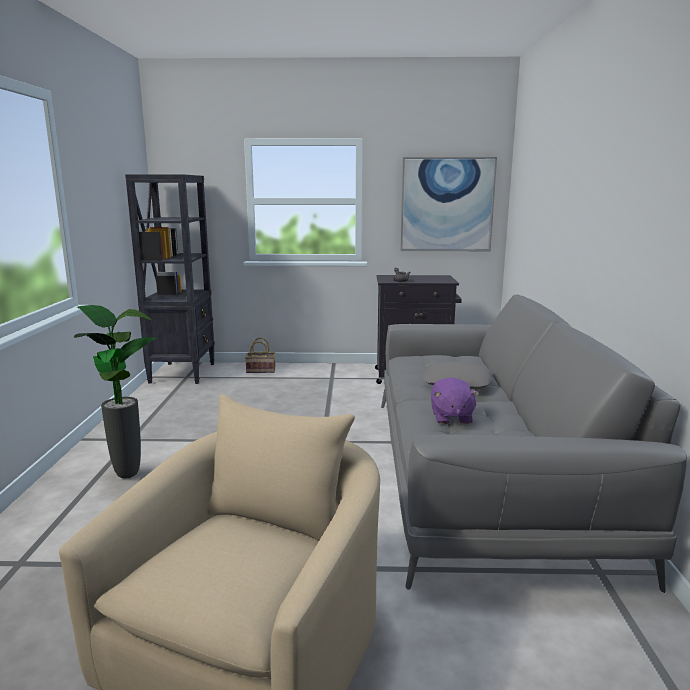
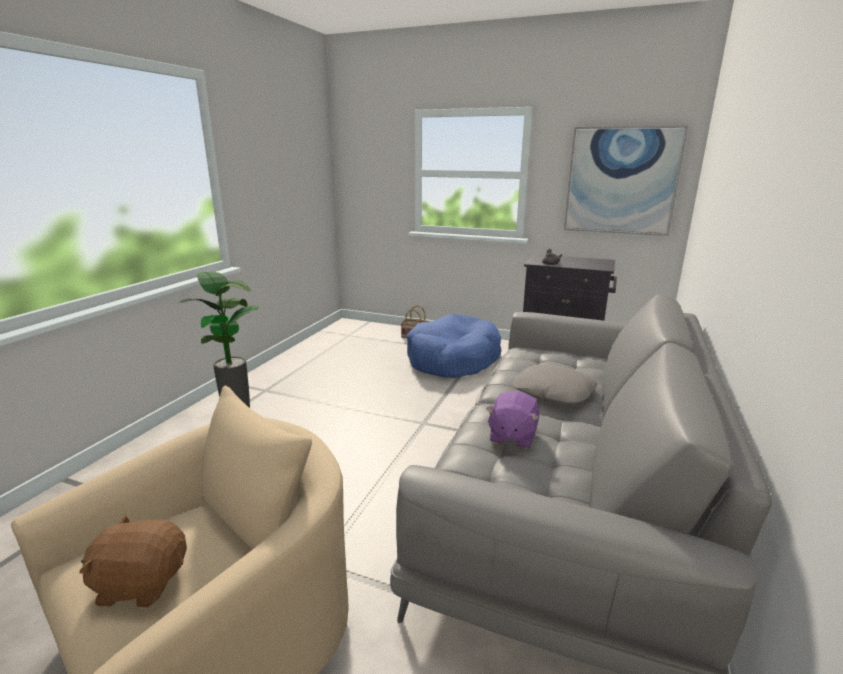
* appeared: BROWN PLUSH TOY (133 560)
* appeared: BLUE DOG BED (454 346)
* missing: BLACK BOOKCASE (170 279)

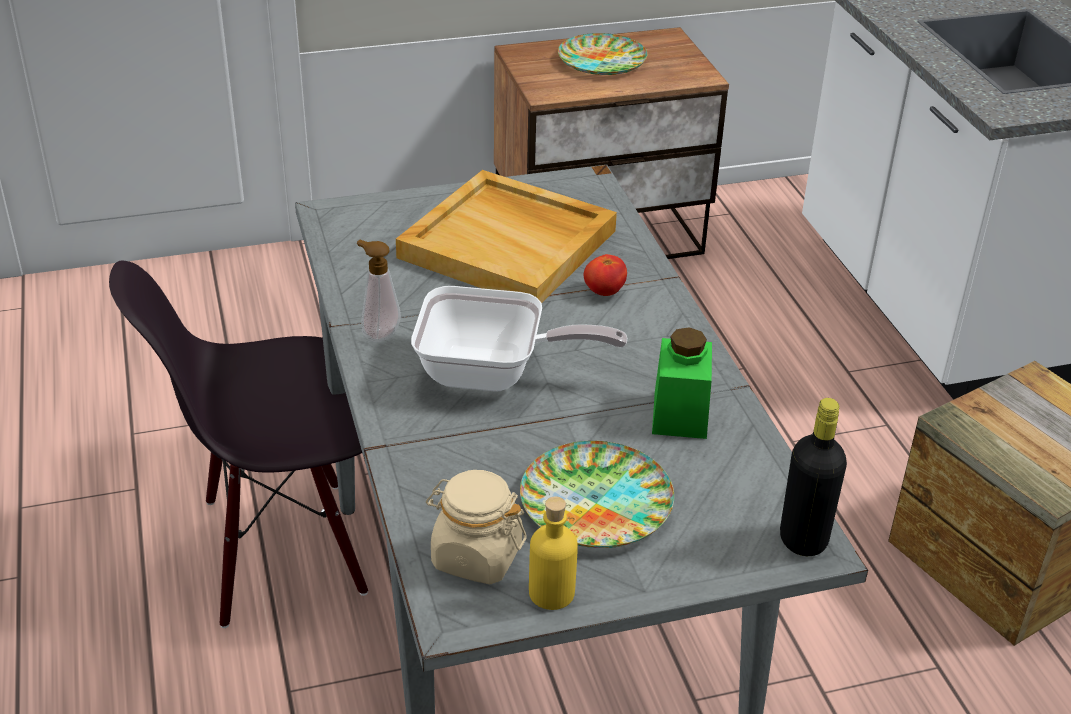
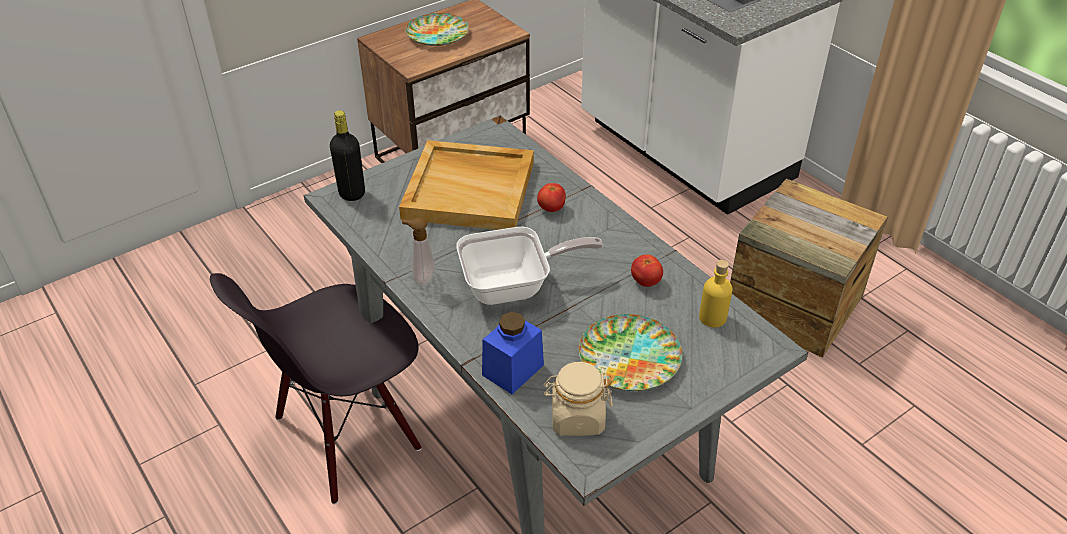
* relocated: BLACK BOTTLE (813 477) to (347 155)
* appeared: BLUE JAR (513 353)
* exchanged: GREEN JAR (682 383) to TOMATO (647 271)
* relocated: YELLOW BOTTLE (553 553) to (716 294)

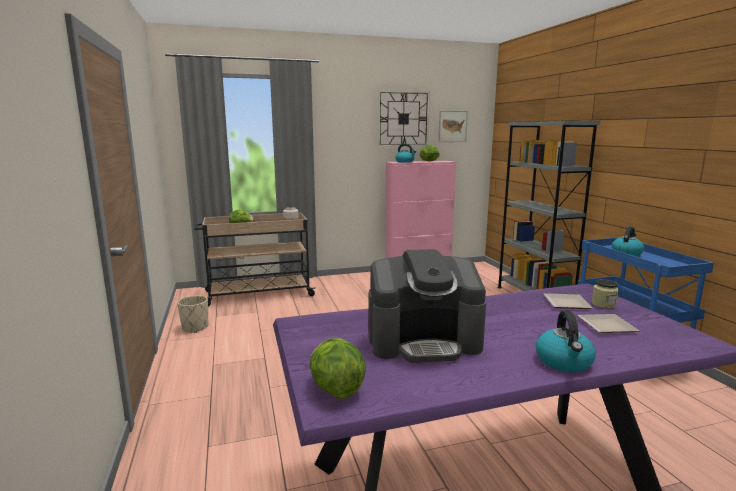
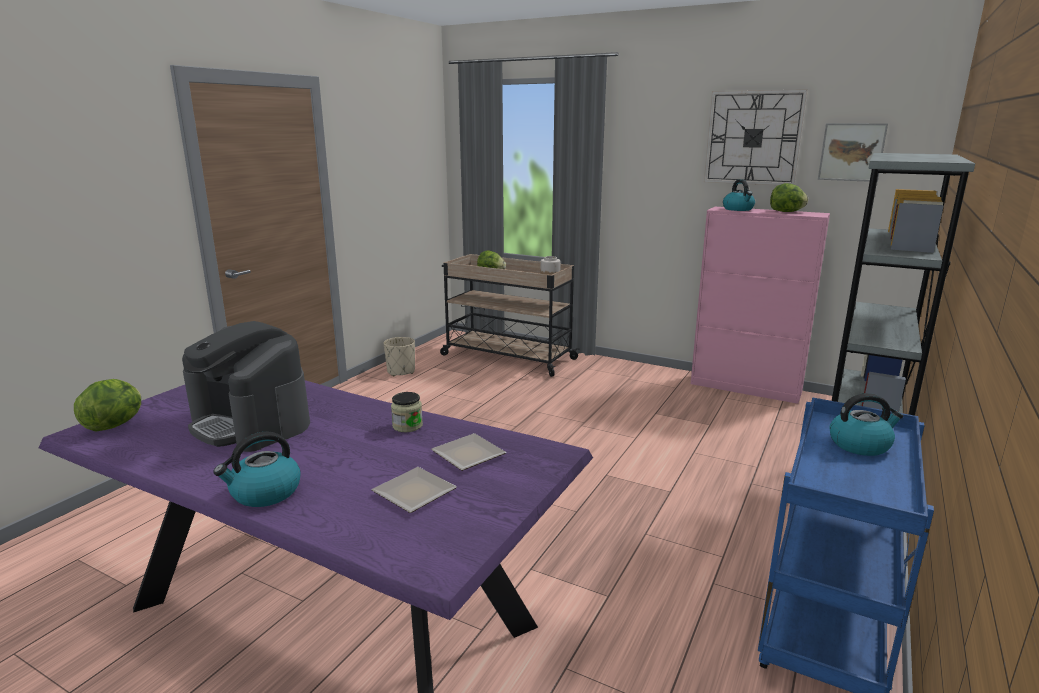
* relocated: JAR (605 294) to (407 412)

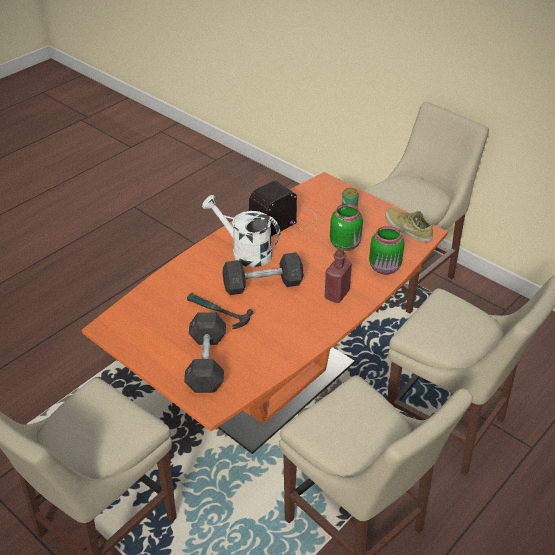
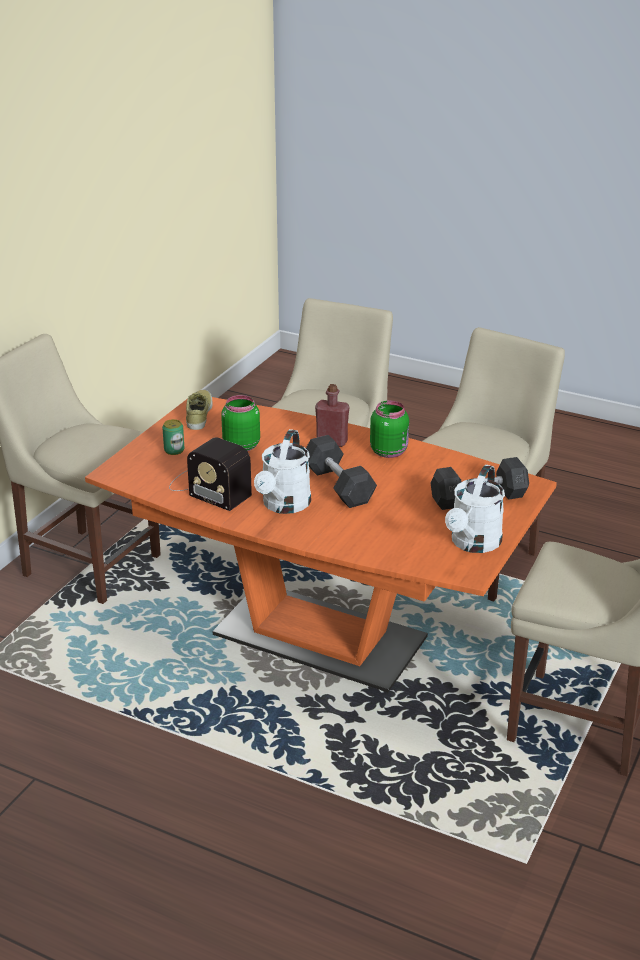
* spun: BEIGE SHOE (409 225) = (199 410) 150 degrees clockwise
* relocated: GREEN JAR (386 250) to (389 429)
* appeared: WHITE WATERING CAN (475 509)
* missing: HAMMER (220 311)

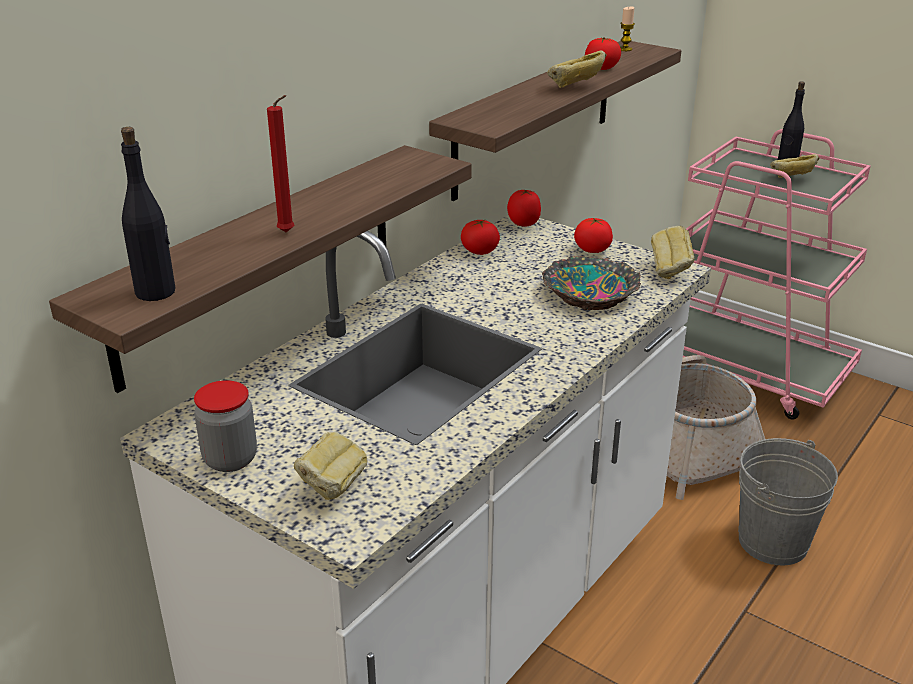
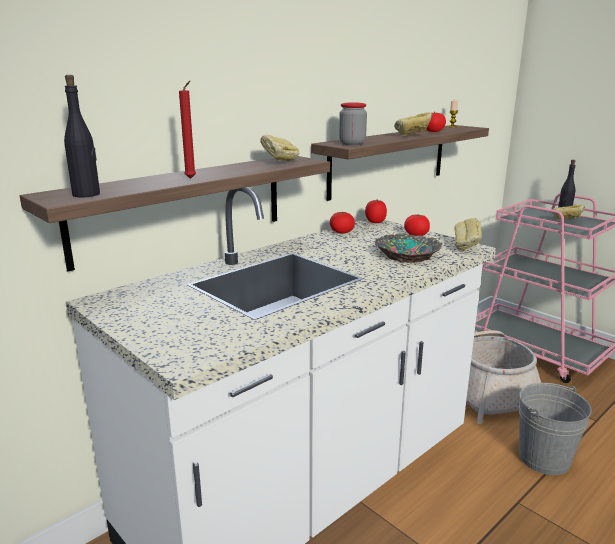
* relocated: BREAD (330 466) to (279 148)
* relocated: JAR (225 426) to (353 123)

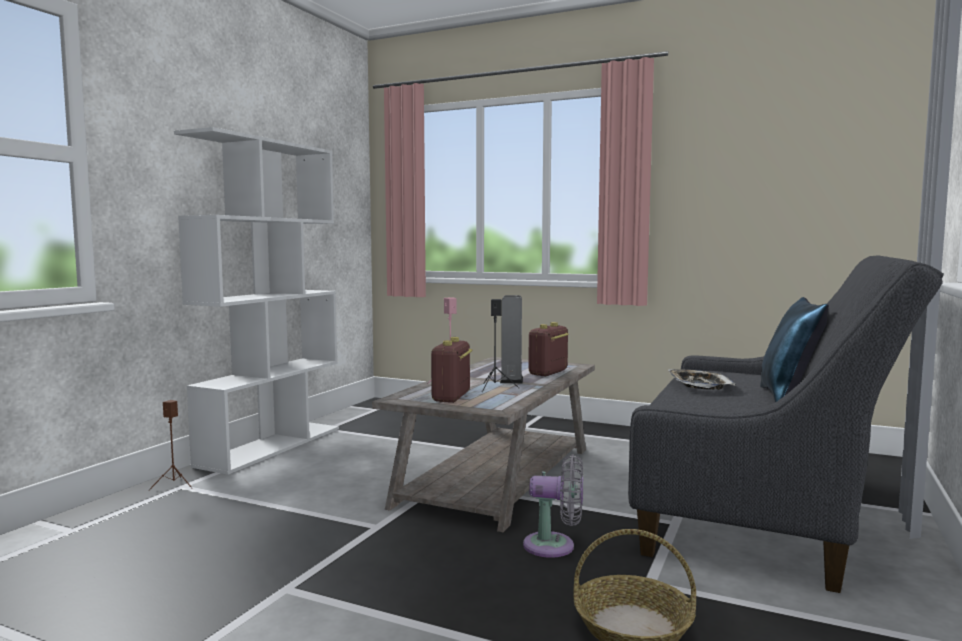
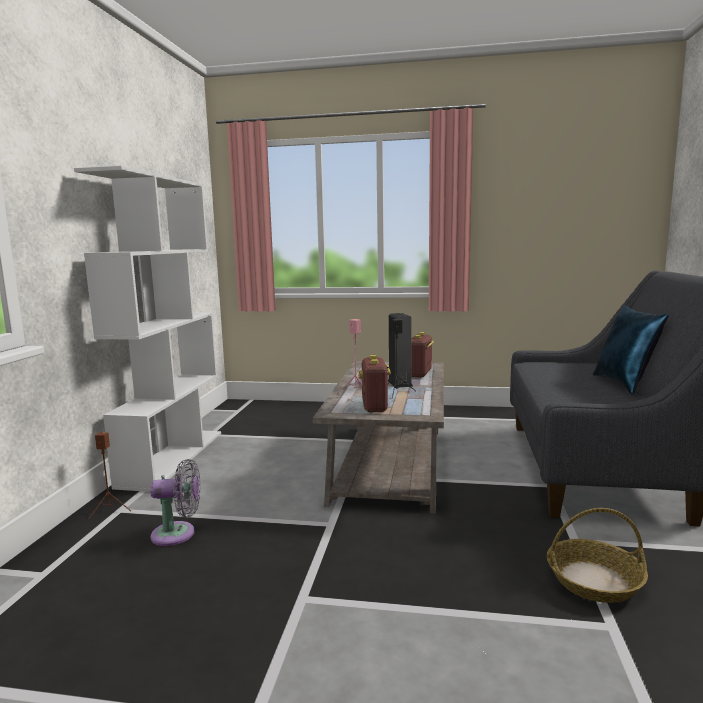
* relocated: GREY FAN (553 506) to (175 502)
* missing: TRAY (701 379)

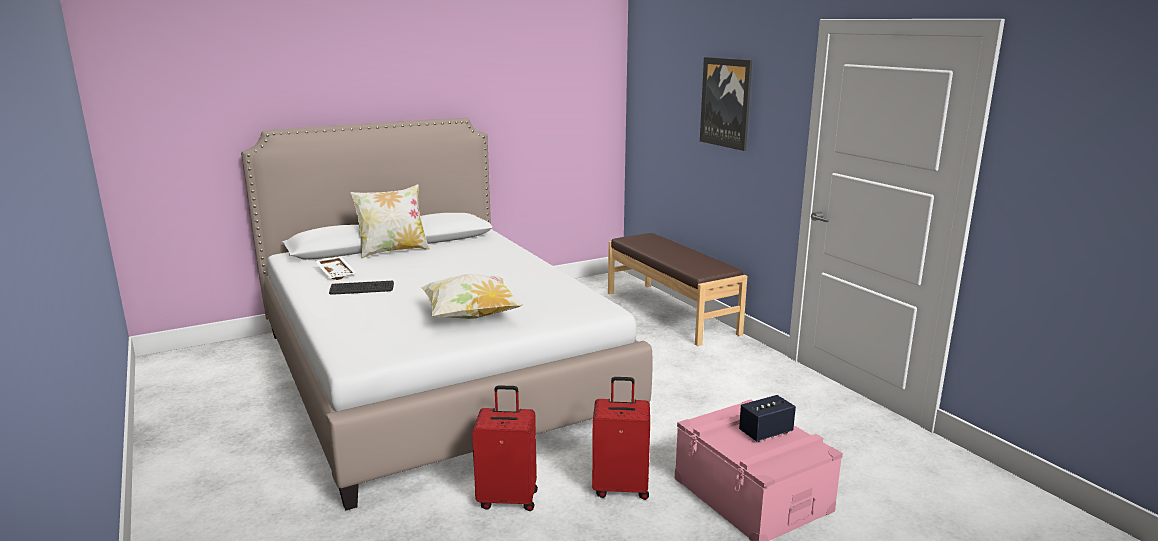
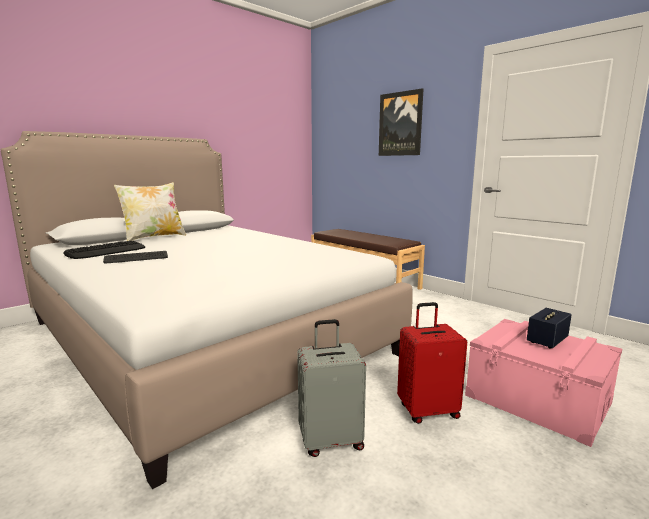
* exchanged: WHITE TRAY (336 268) to KEYBOARD (104 250)
* colour: RED SUITCASE (505 448) to GREY SUITCASE (331 388)
* missing: PILLOW (471 296)

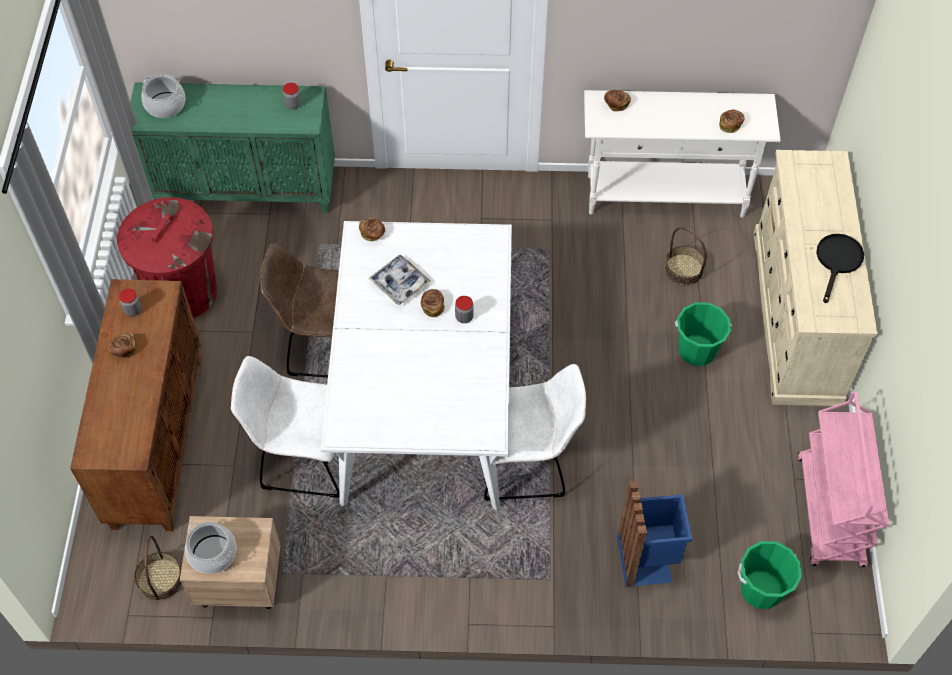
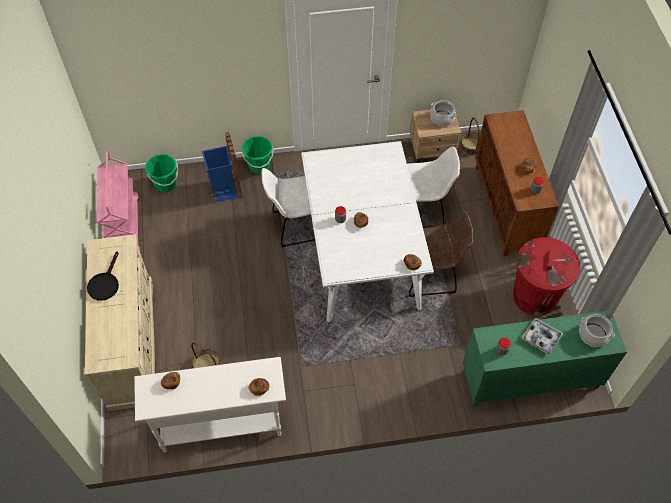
* relocated: GREEN BUCKET (703 334) to (258 155)
* relocated: TRAY (399 279) to (542 336)

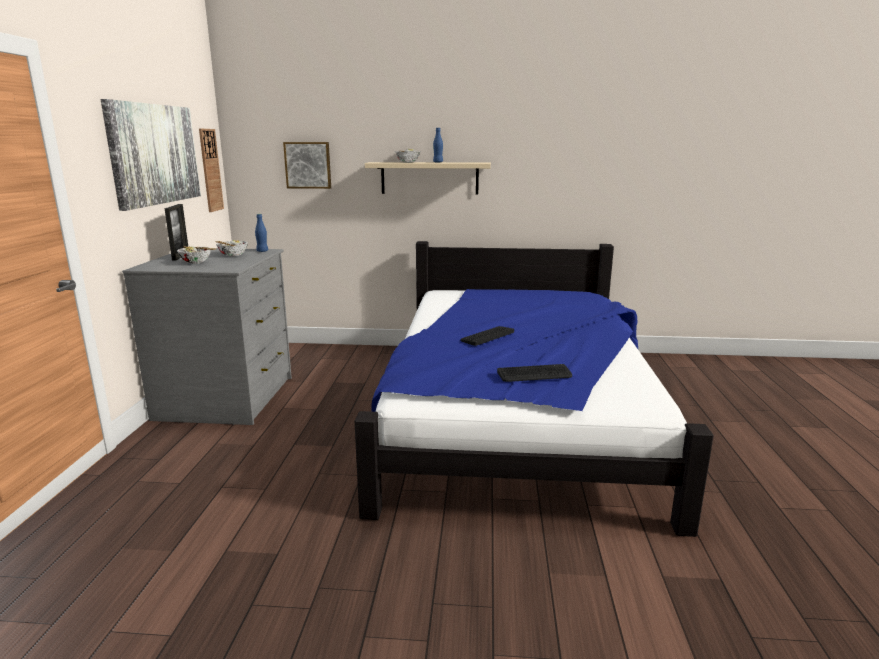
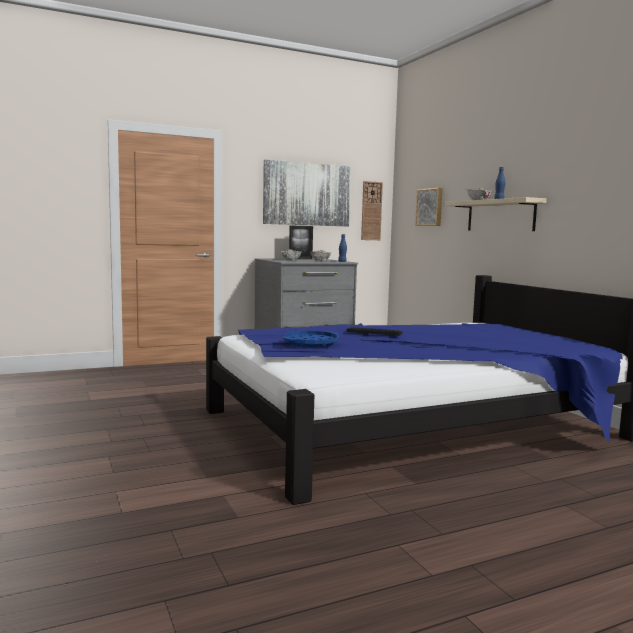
* exchanged: KEYBOARD (534 373) to BLUE TRAY (310 339)

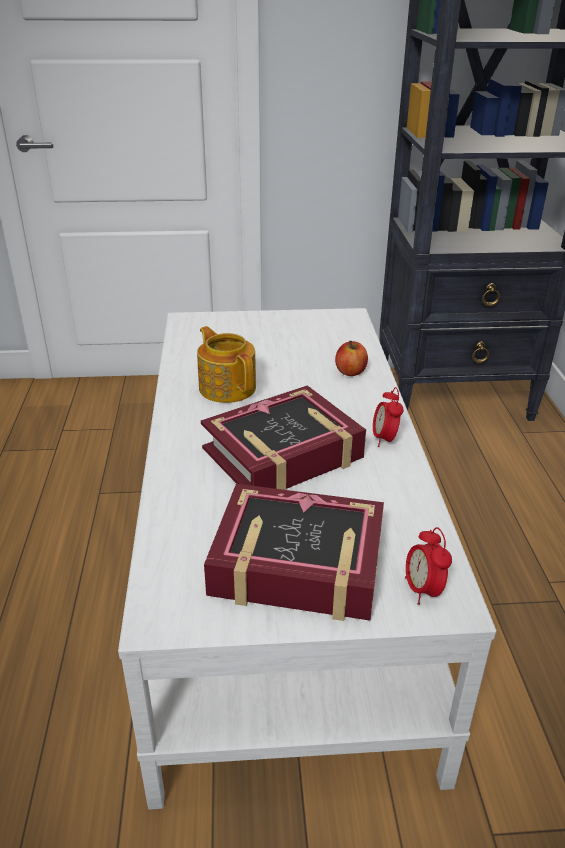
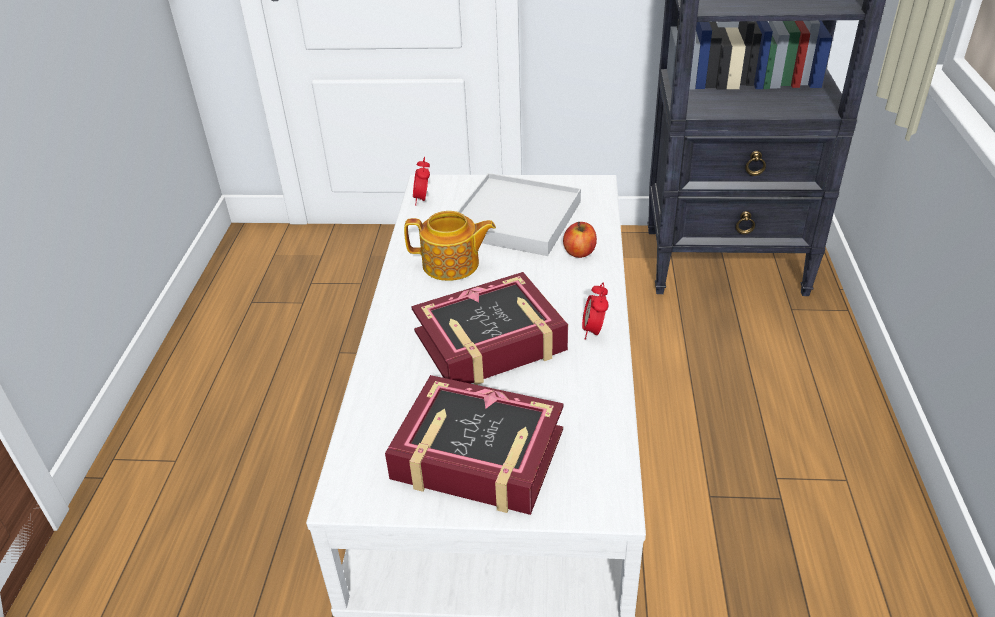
* spun: TEAPOT (226 364) = (450 246) 120 degrees clockwise
* relocated: ALARM CLOCK (428 566) to (421 181)
* appeared: WHITE TRAY (519 214)

